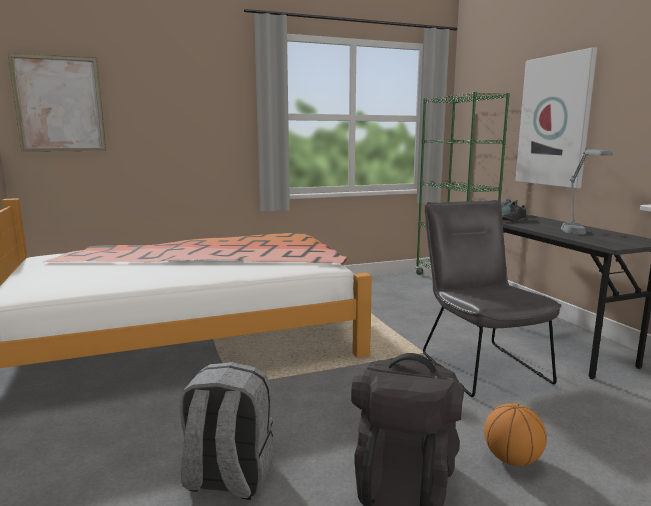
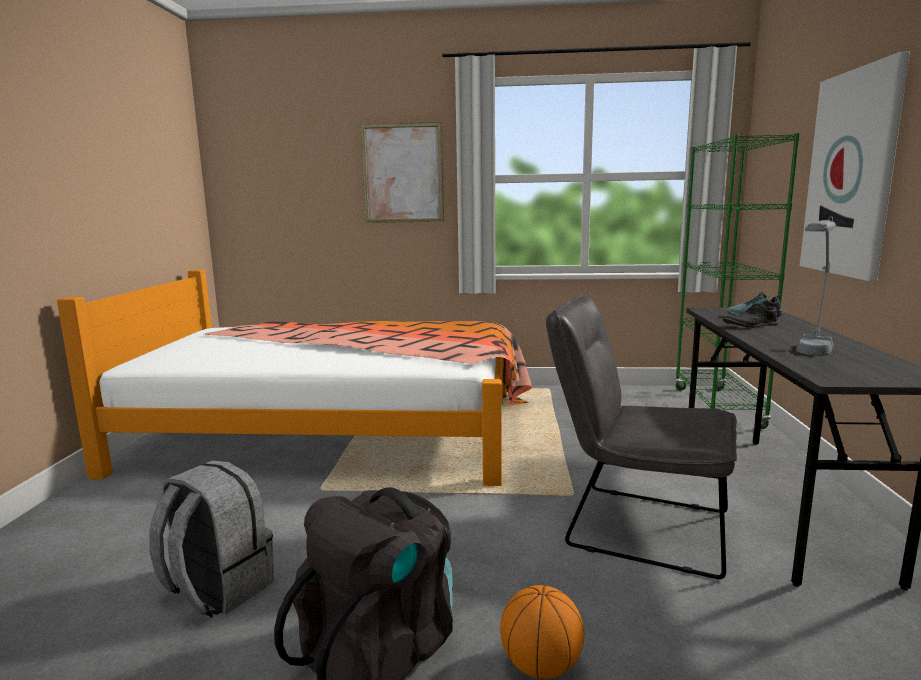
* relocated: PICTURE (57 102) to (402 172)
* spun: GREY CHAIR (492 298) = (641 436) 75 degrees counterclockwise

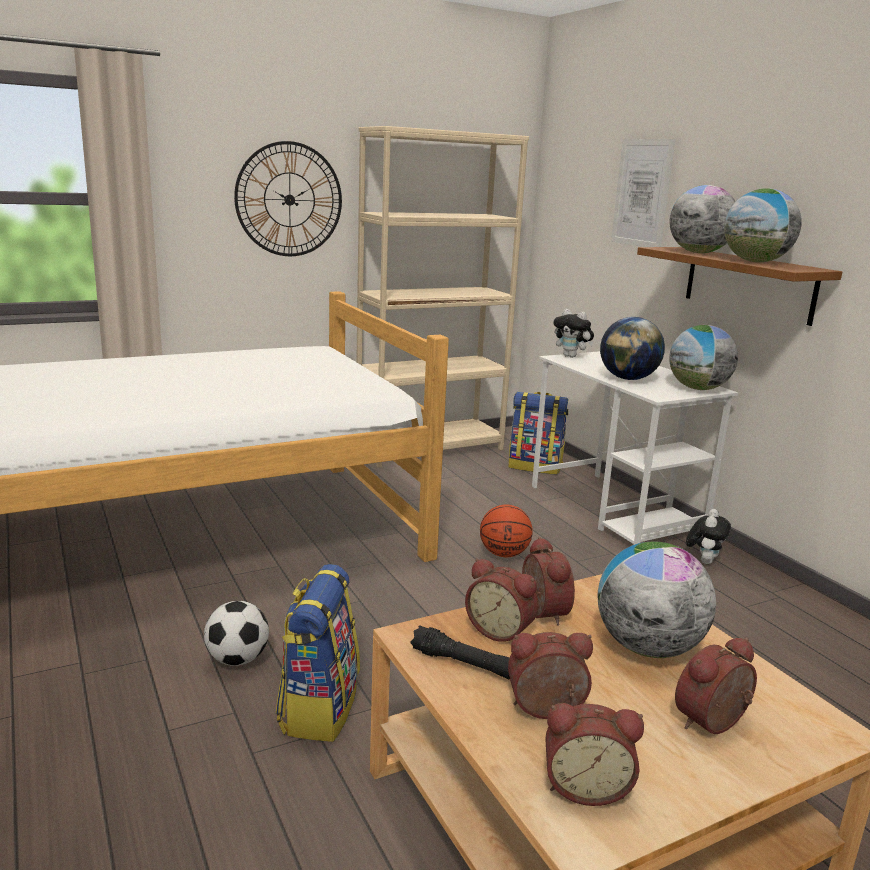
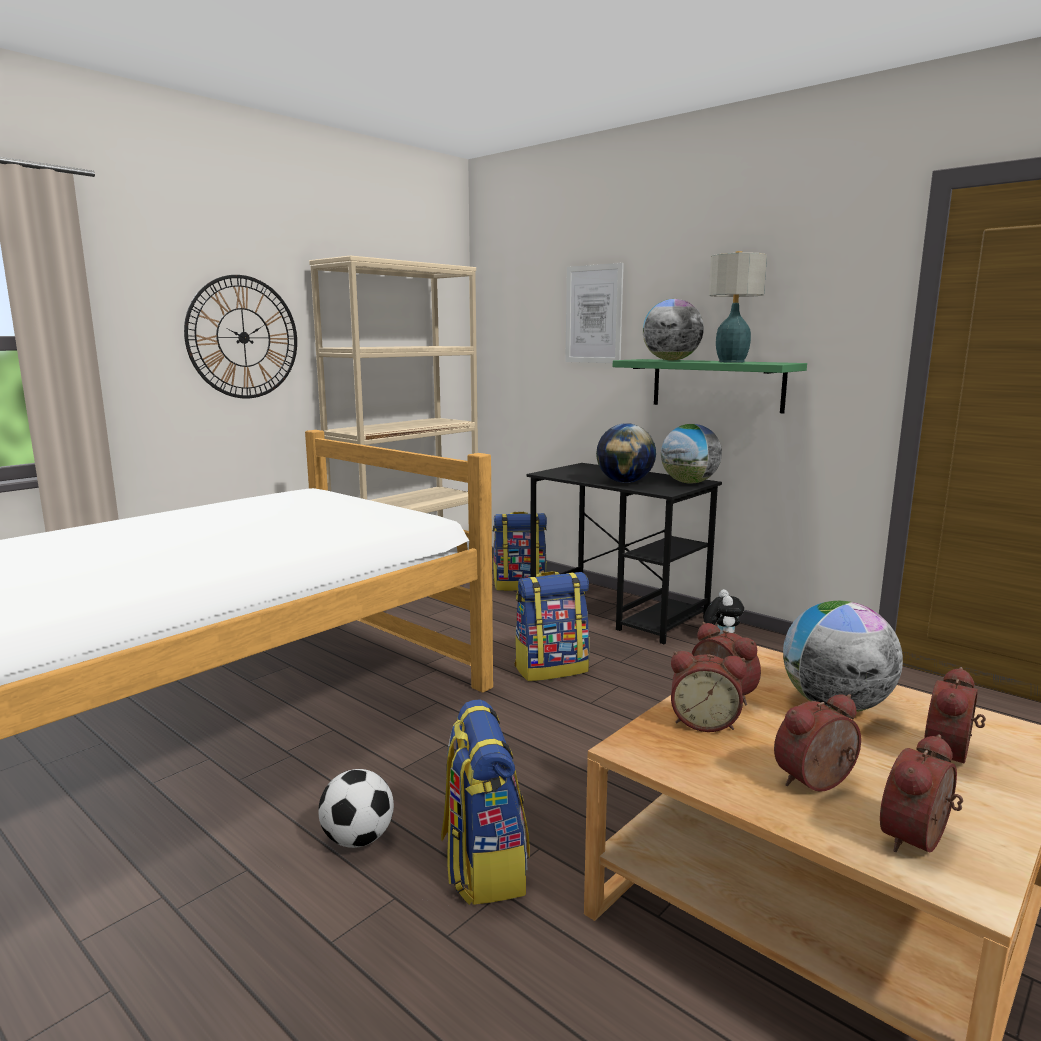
* exchanged: BASKETBALL (506 531) to BACKPACK (552 626)
* colour: WHITE DESK (635 448) to BLACK DESK (624 553)
* colour: BROWN SHELF (739 286) to GREEN SHELF (710 386)
* exchanged: GLOBE (763 225) to TABLE LAMP (738 307)
* spun: ALARM CLOCK (594 754) = (921 793) 150 degrees clockwise
* missing: BLACK FLASHLIGHT (460 652)
* missing: PLUSH TOY (573 333)

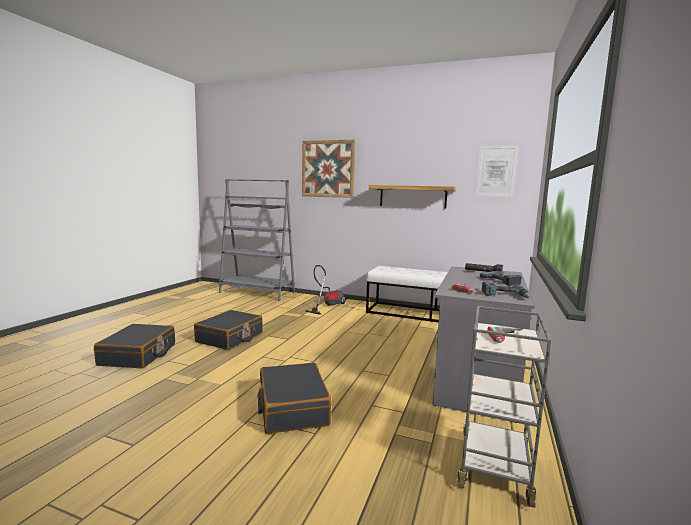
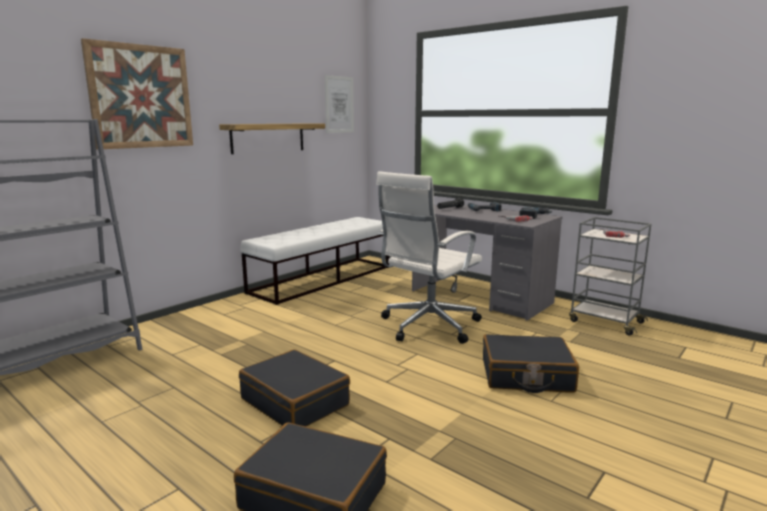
* appeared: WHITE OFFICE CHAIR (429 257)
* missing: VACUUM CLEANER (326 290)

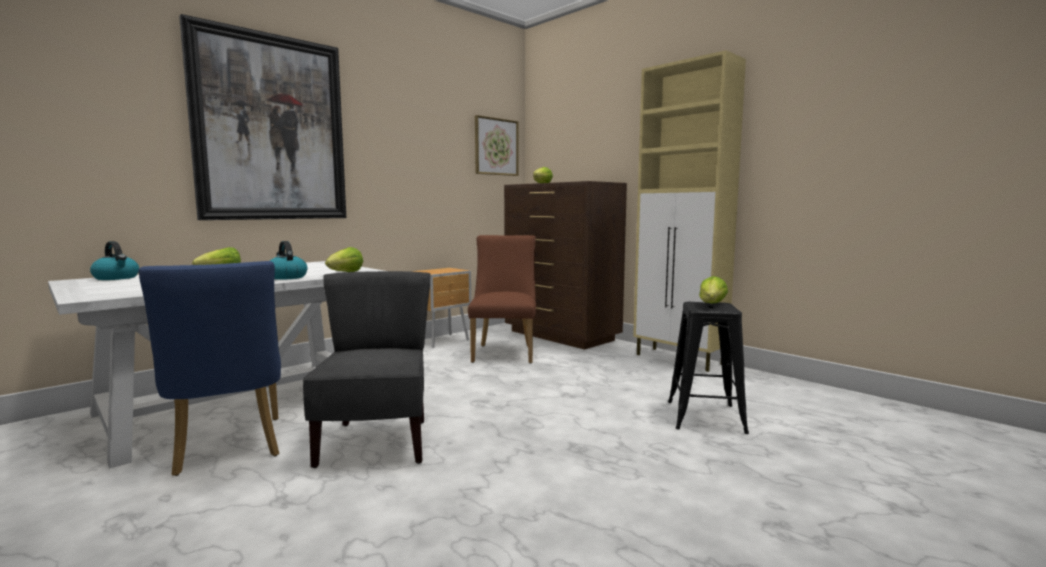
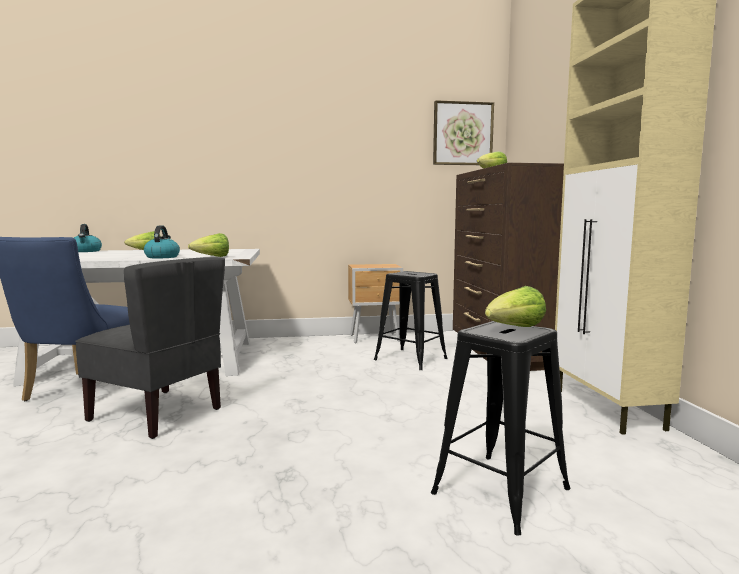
* spun: GREY CHAIR (366 369) = (150 348) 90 degrees clockwise
* exchanged: BROWN CHAIR (502 299) to BLACK STOOL (410 320)
* missing: PICTURE (262 117)

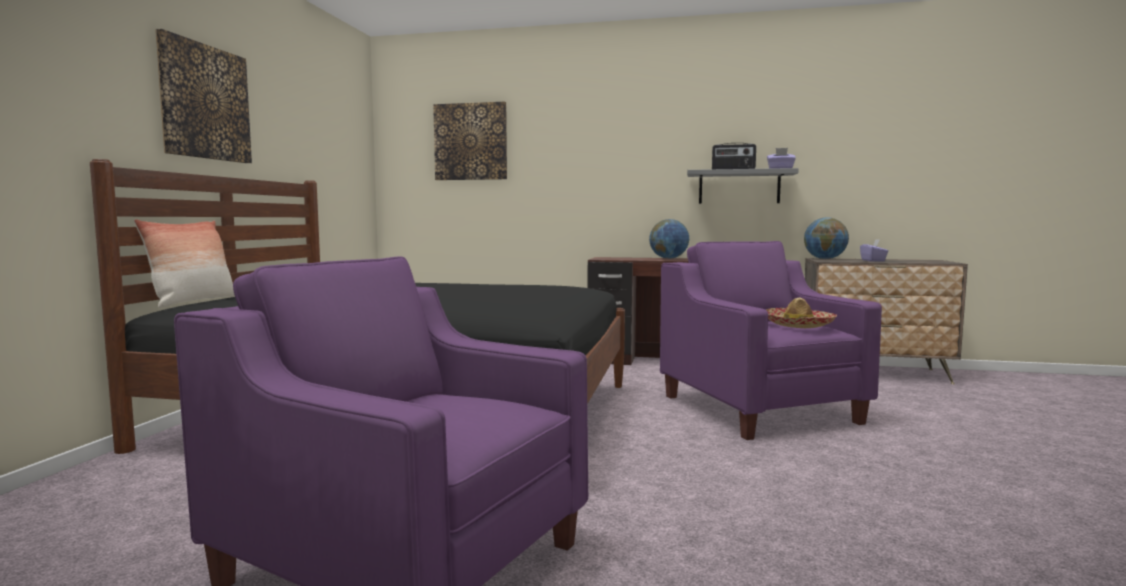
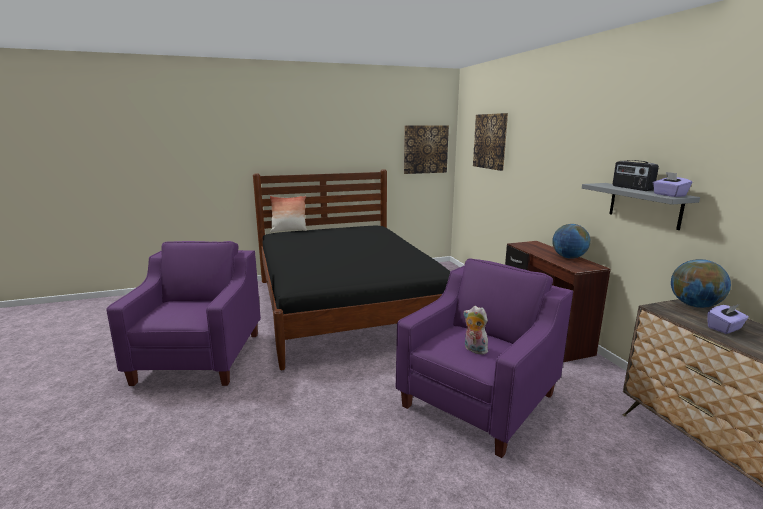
* relocated: PICTURE (203 96) to (426 150)
* exchanged: HAT (801 312) to PLUSH TOY (475 330)

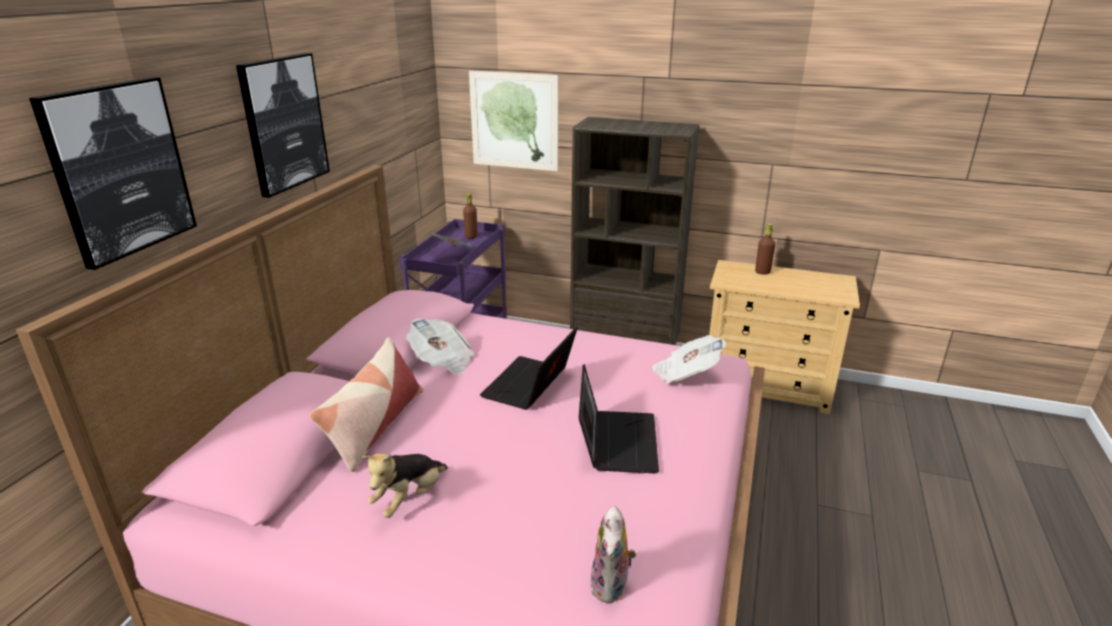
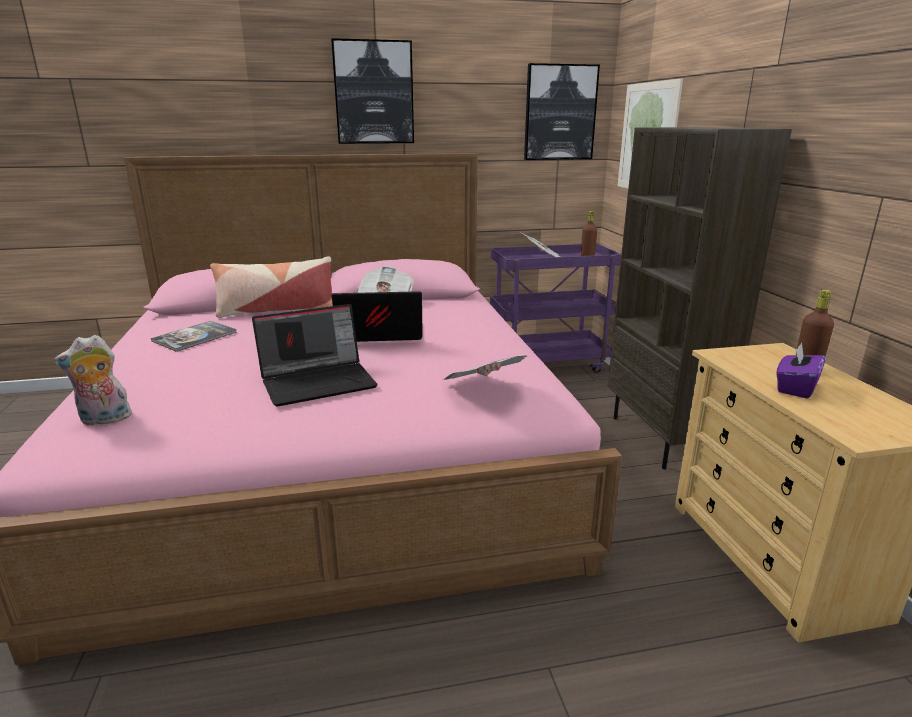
* exchanged: PLUSH TOY (405 485) to BOOK (194 336)
* relocated: PICTURE (113 173) to (562 111)
* appeared: PURPLE TISSUE BOX (801 371)

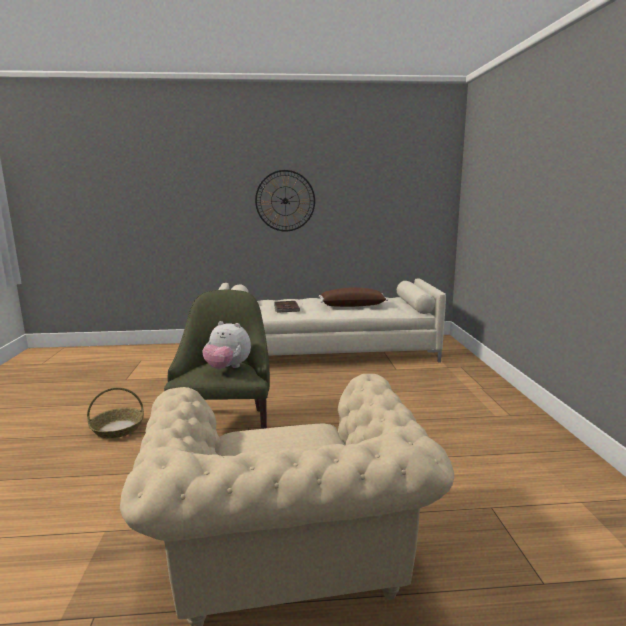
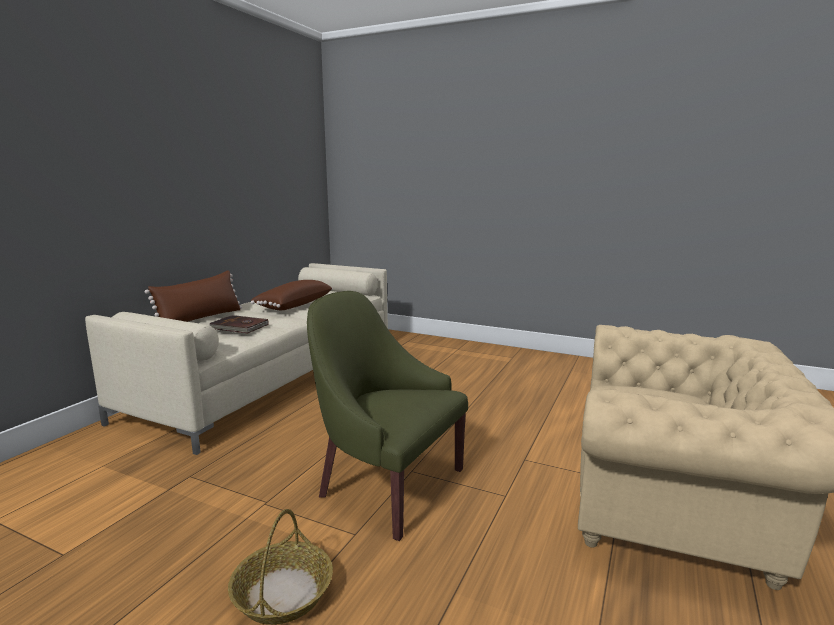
* appeared: BROWN PILLOW (193 296)
* missing: PLUSH TOY (226 345)
* missing: WALL CLOCK (285 201)

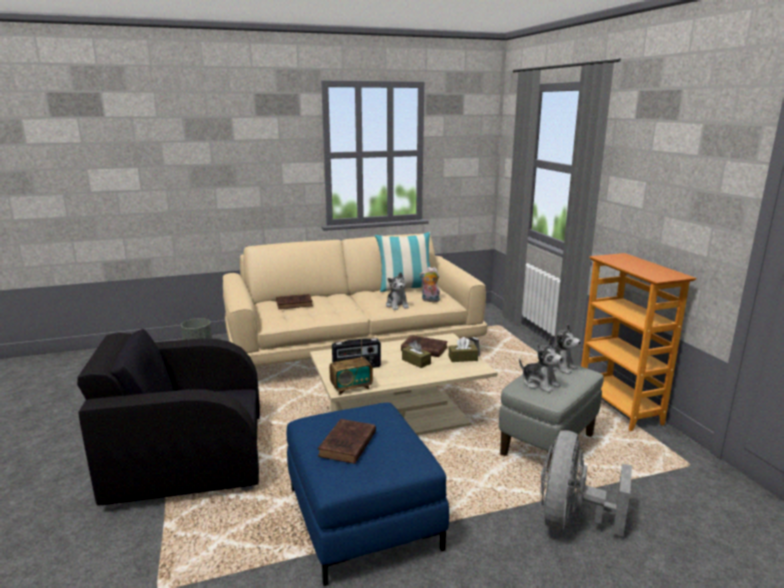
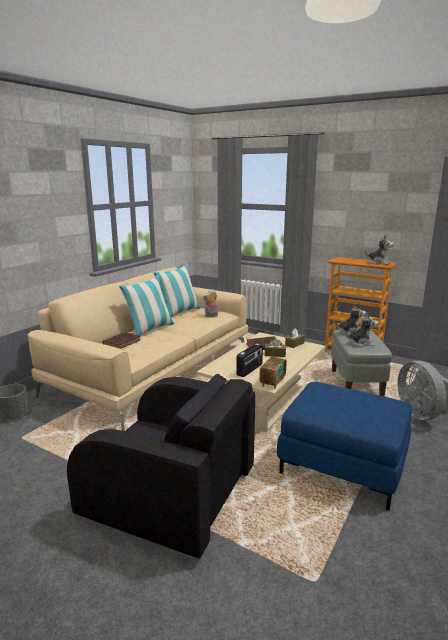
* spun: BLACK ARMCHAIR (168 419) = (161 466) 105 degrees counterclockwise
* appeared: PILLOW (146 305)
* relocated: PLUSH TOY (397 291) to (379 250)
* missing: BROWN BOOK (347 441)

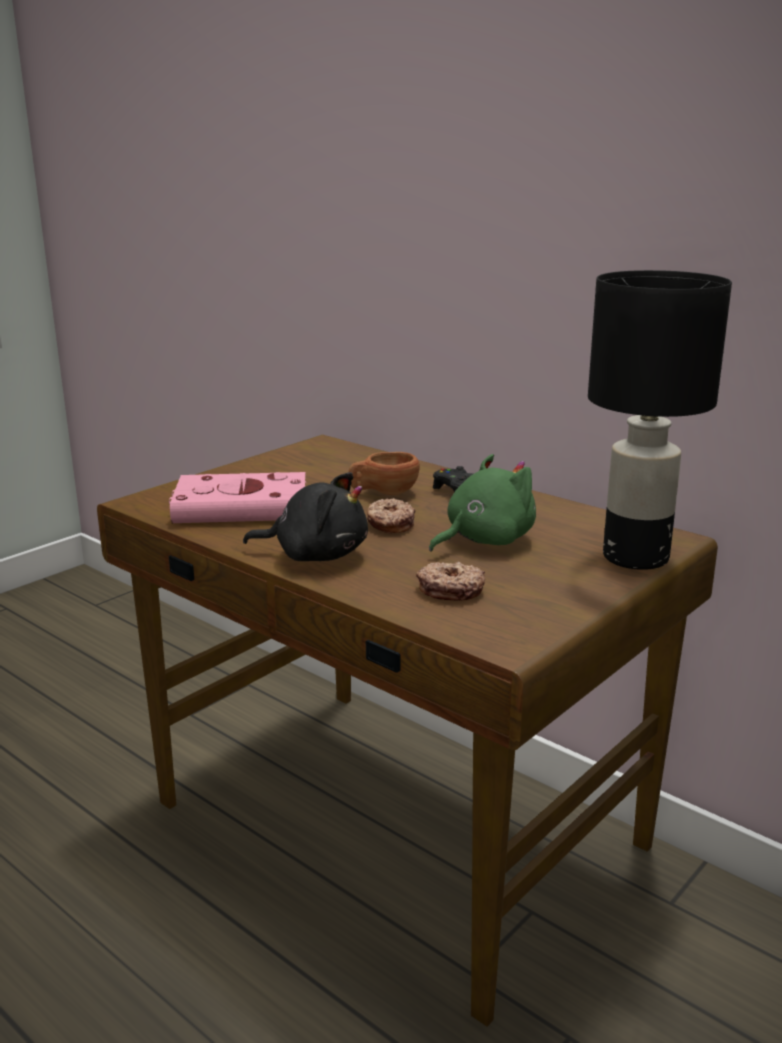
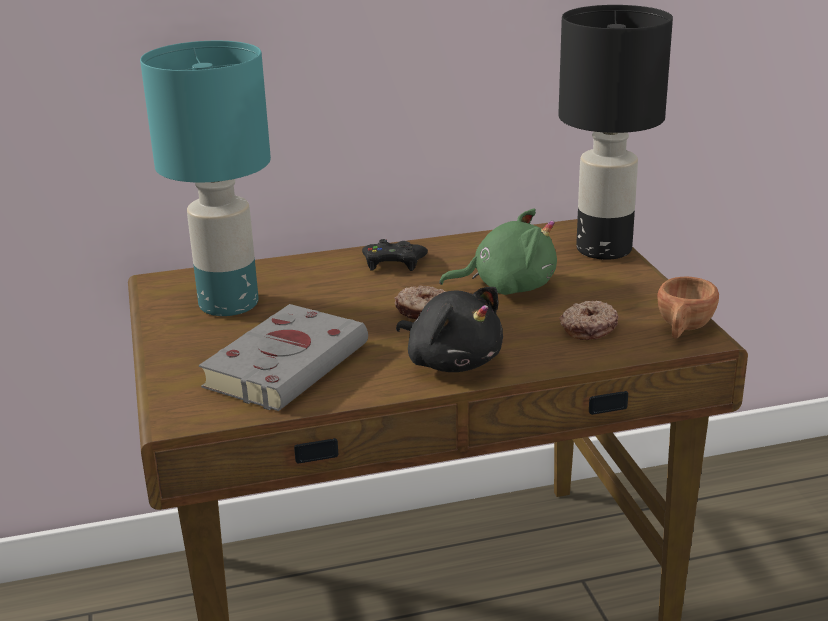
* appeared: TURQUOISE TABLE LAMP (205 178)
* colour: PINK BOOK (237 497) to GREY BOOK (283 357)
* spun: BLACK PLUSH TOY (305 516) = (449 329) 90 degrees clockwise
* spun: GREEN PLUSH TOY (482 503) = (498 252) 90 degrees clockwise
* relocated: BROWN CUP (384 473) to (688 308)

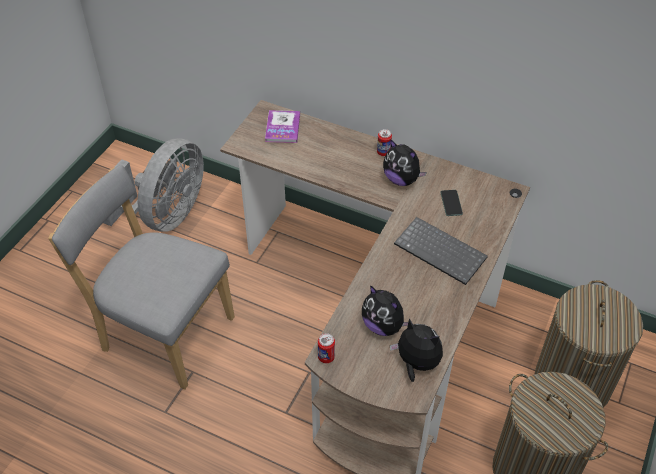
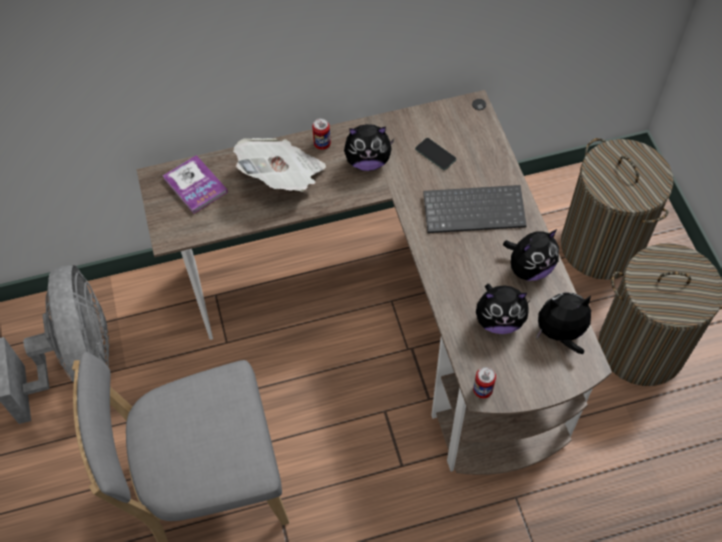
* appeared: NEWSPAPER (279 165)
* appeared: PLUSH TOY (531 255)

